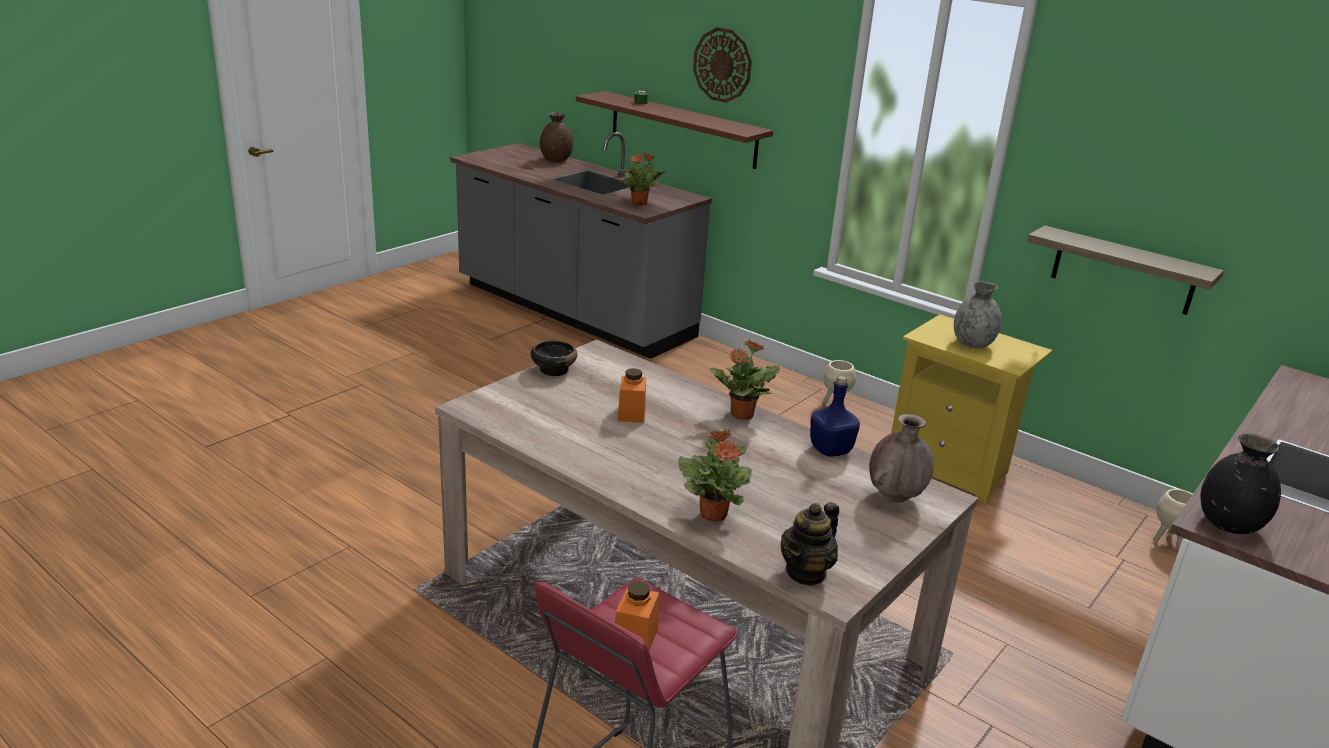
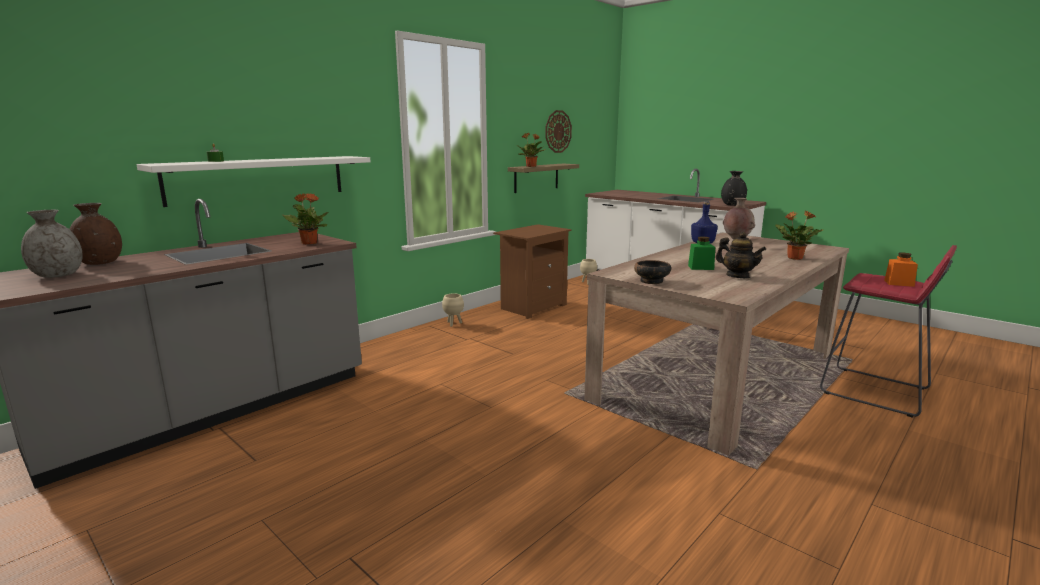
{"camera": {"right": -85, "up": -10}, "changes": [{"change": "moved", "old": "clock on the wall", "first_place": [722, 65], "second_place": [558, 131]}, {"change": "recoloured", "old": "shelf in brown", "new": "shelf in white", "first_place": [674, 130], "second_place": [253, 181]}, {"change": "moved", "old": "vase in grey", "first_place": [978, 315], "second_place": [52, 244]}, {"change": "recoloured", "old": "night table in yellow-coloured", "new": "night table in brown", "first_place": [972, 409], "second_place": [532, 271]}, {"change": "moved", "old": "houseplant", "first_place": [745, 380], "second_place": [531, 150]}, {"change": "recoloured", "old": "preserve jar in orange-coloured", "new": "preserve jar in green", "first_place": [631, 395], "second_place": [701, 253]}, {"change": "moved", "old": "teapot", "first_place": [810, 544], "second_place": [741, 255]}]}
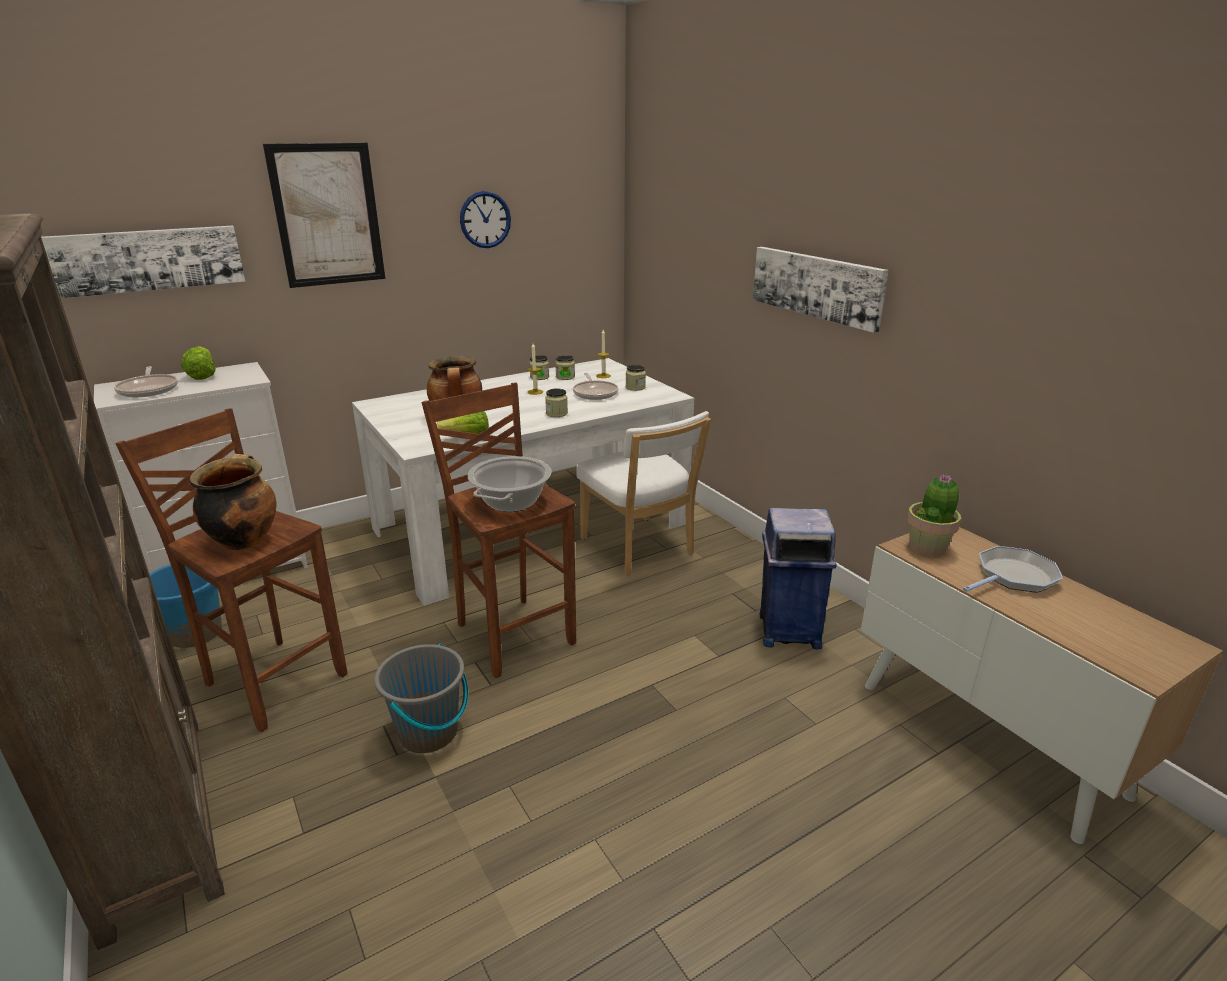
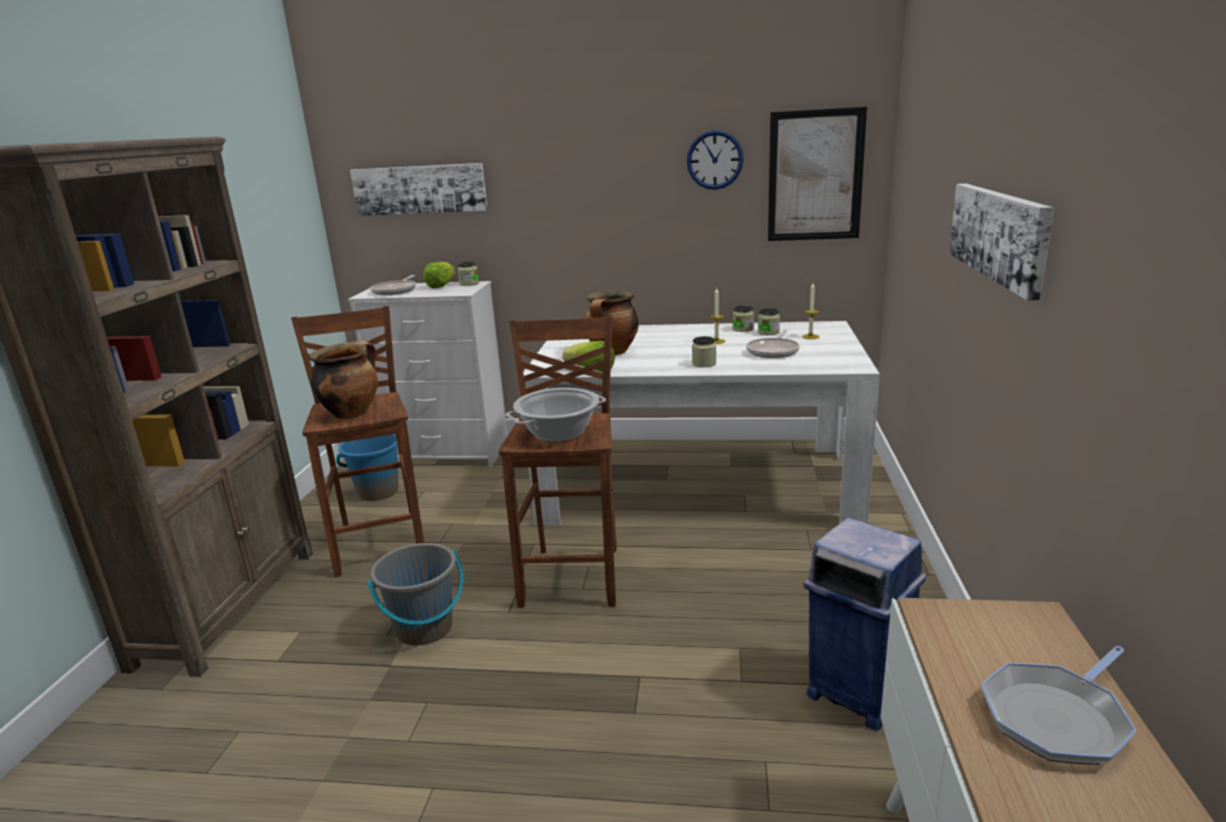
{"camera": {"right": 40, "up": -5}, "changes": [{"change": "moved", "old": "picture", "first_place": [324, 215], "second_place": [817, 174]}, {"change": "moved", "old": "preserve jar", "first_place": [636, 378], "second_place": [468, 274]}, {"change": "removed", "old": "chair in white", "first_place": [643, 493]}, {"change": "removed", "old": "houseplant", "first_place": [934, 515]}, {"change": "turned", "old": "skillet", "first_place": [1013, 569], "second_place": [1059, 705], "degrees": 135}]}
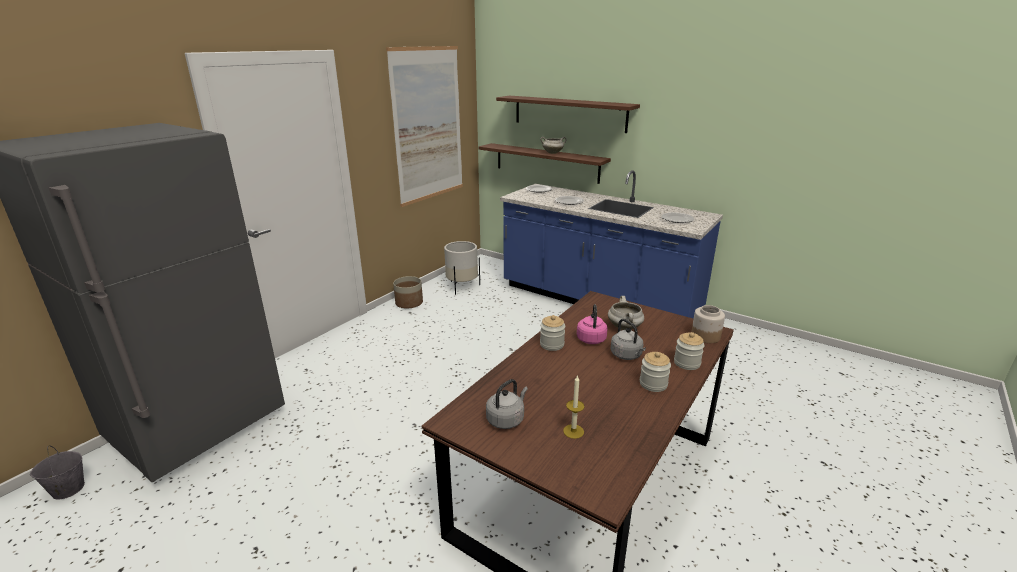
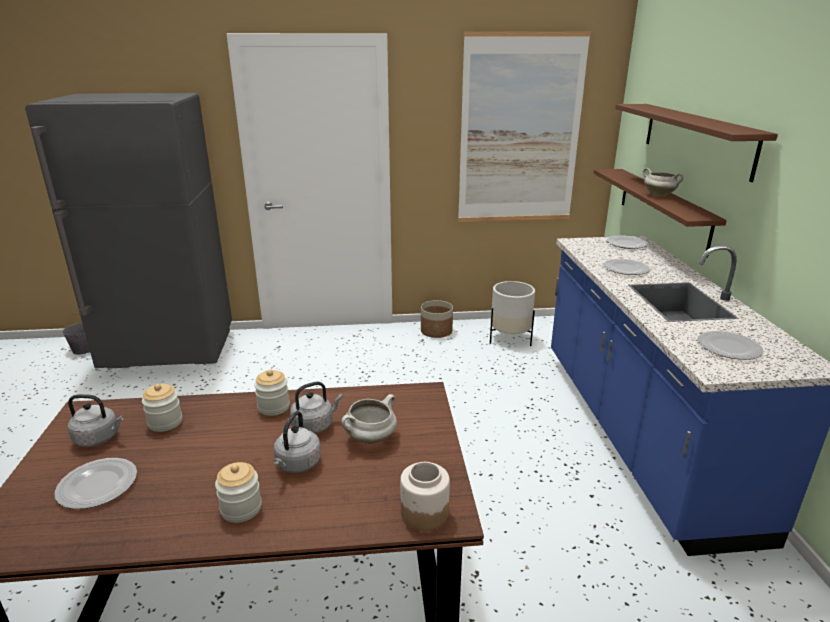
{"camera": {"right": 50, "up": 0}, "changes": [{"change": "recoloured", "old": "water kettle in pink-coloured", "new": "water kettle in grey", "first_place": [592, 324], "second_place": [316, 408]}, {"change": "moved", "old": "preserve jar", "first_place": [689, 351], "second_place": [162, 408]}, {"change": "replaced", "old": "wax candle", "new": "dinner plate", "first_place": [574, 407], "second_place": [95, 483]}]}
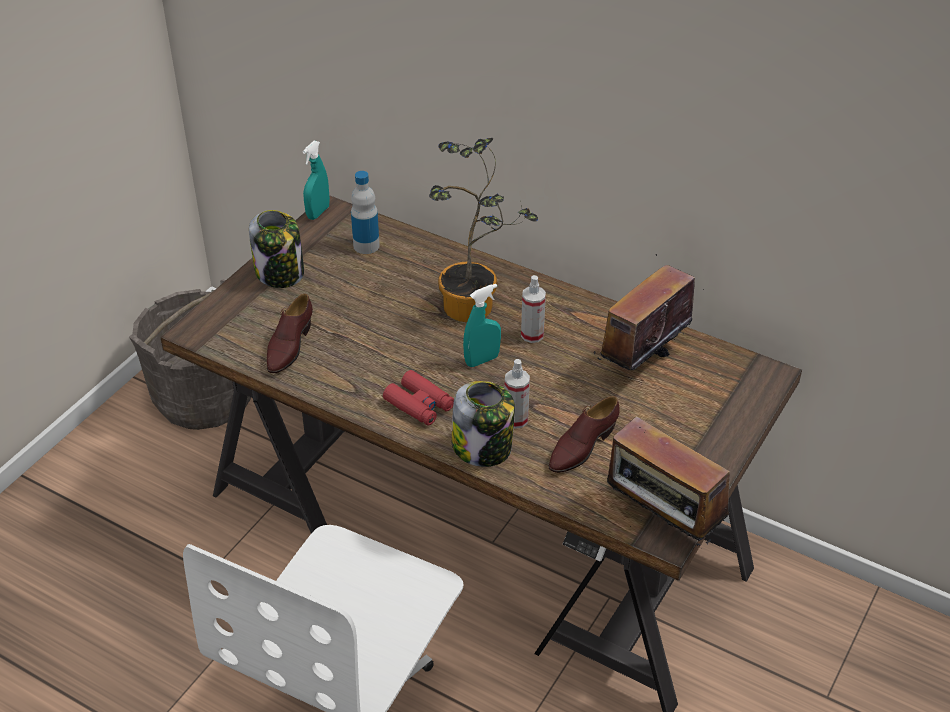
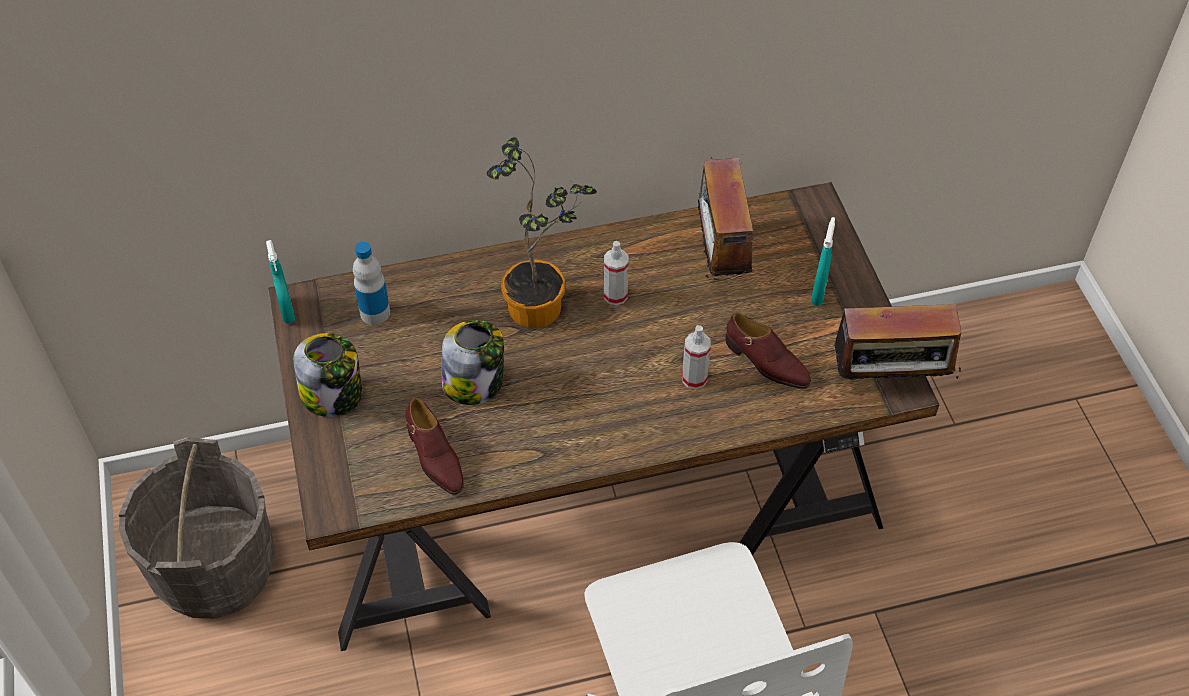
{"camera": {"right": -45, "up": 10}, "changes": [{"change": "moved", "old": "sprayer in blue-green", "first_place": [482, 325], "second_place": [823, 261]}, {"change": "removed", "old": "binoculars in red-coloured", "first_place": [418, 398]}, {"change": "moved", "old": "preserve jar", "first_place": [483, 424], "second_place": [473, 362]}, {"change": "turned", "old": "item of footwear in brown", "first_place": [584, 434], "second_place": [768, 351], "degrees": -45}]}
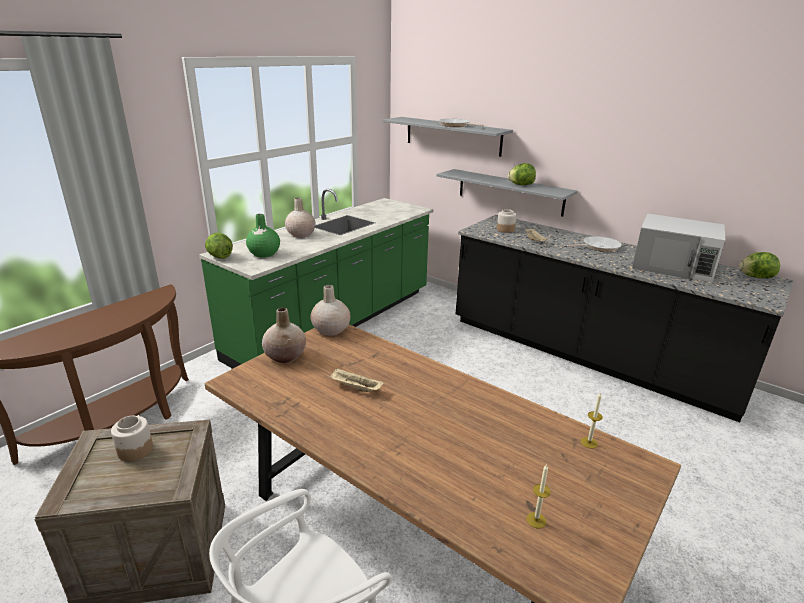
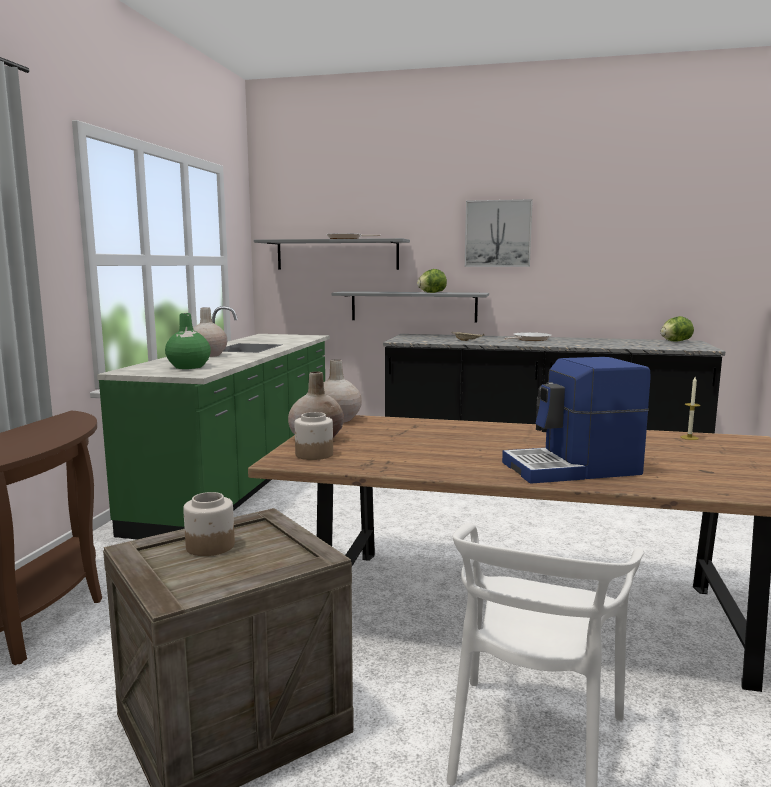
{"camera": {"right": -25, "up": -15}, "changes": [{"change": "moved", "old": "preserve jar", "first_place": [507, 221], "second_place": [314, 436]}, {"change": "removed", "old": "microwave oven in white", "first_place": [678, 247]}, {"change": "removed", "old": "head of lettuce", "first_place": [219, 246]}, {"change": "removed", "old": "serving tray in beige", "first_place": [356, 380]}, {"change": "removed", "old": "wax candle", "first_place": [538, 496]}, {"change": "added", "new": "picture", "second_place": [499, 233]}, {"change": "added", "new": "coffee maker", "second_place": [576, 420]}]}
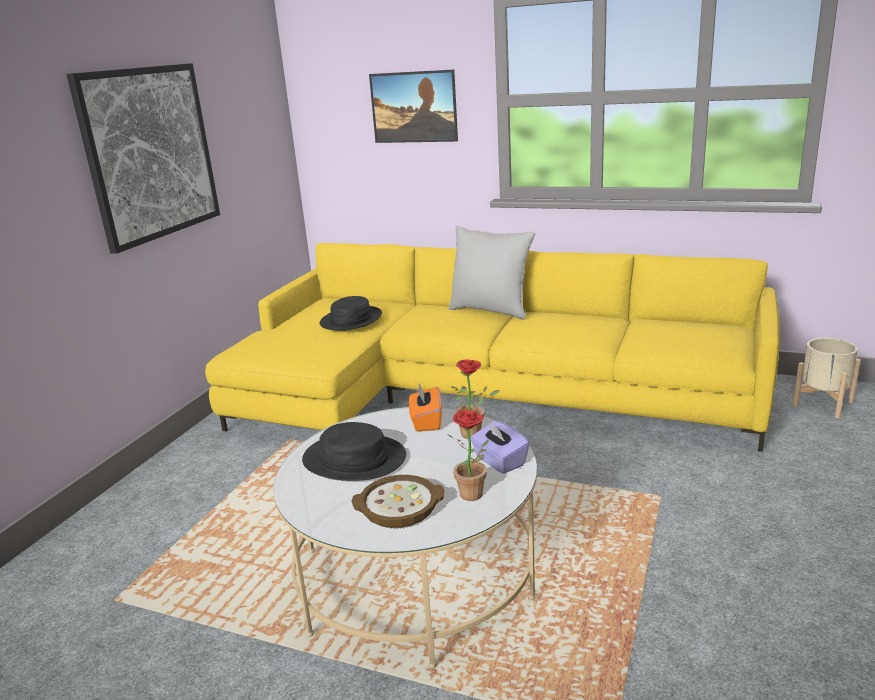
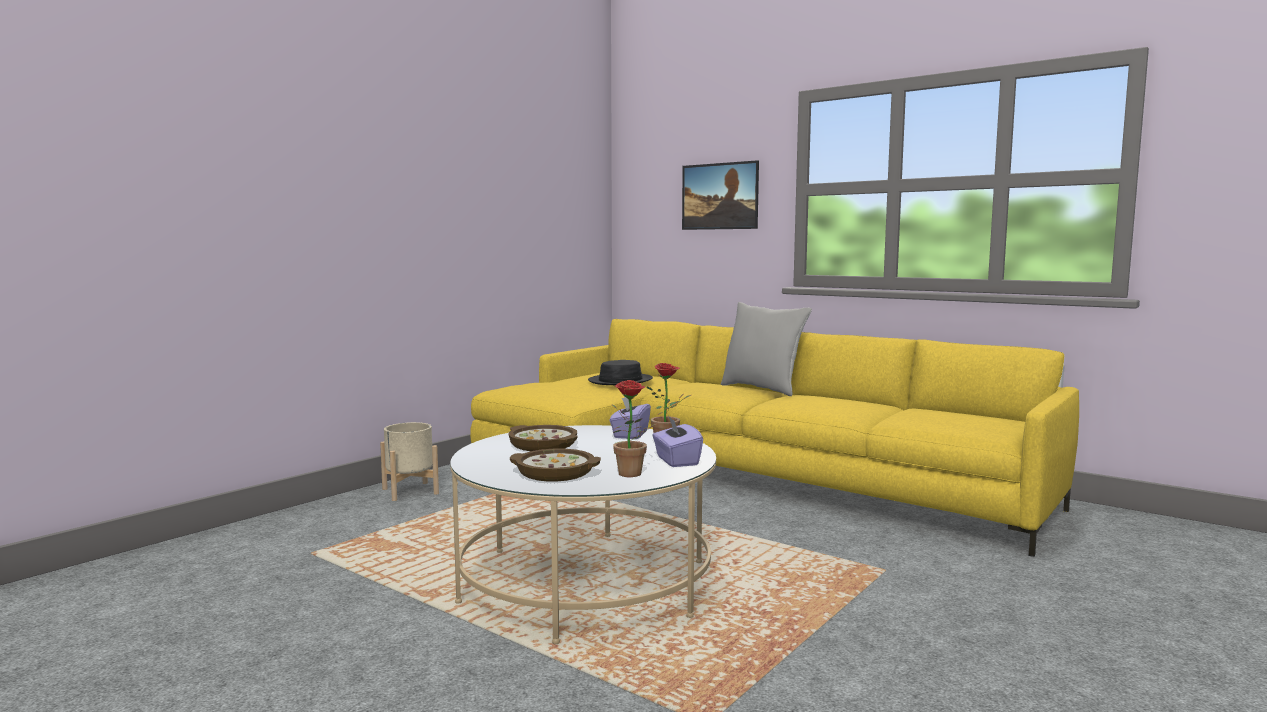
{"camera": {"right": 15, "up": -15}, "changes": [{"change": "removed", "old": "picture", "first_place": [143, 158]}, {"change": "moved", "old": "planter in beige", "first_place": [827, 378], "second_place": [409, 461]}, {"change": "recoloured", "old": "tissue box in orange-coloured", "new": "tissue box in purple-coloured", "first_place": [425, 407], "second_place": [630, 418]}, {"change": "replaced", "old": "hat in black", "new": "bowl", "first_place": [354, 451], "second_place": [543, 438]}]}
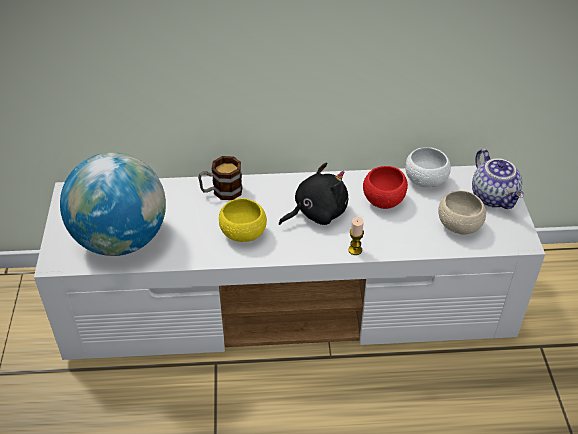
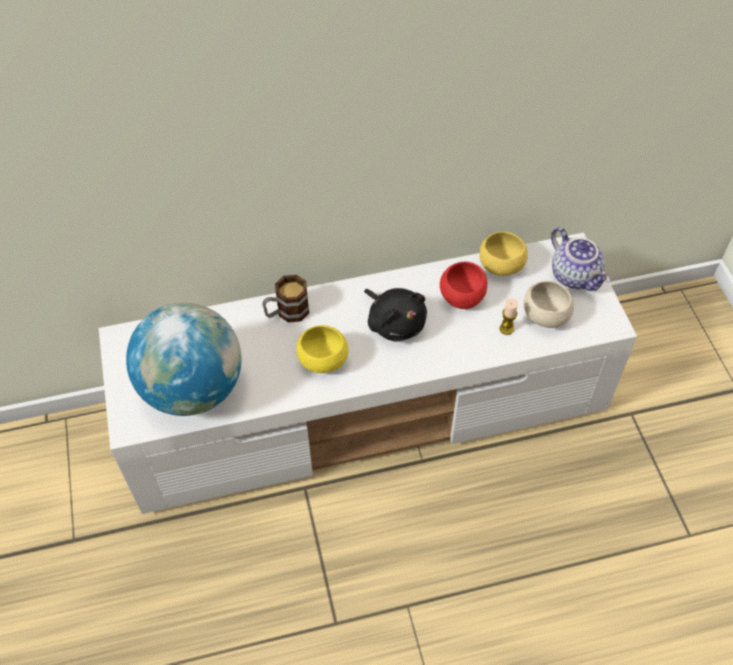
{"camera": {"right": -10, "up": 10}, "changes": [{"change": "recoloured", "old": "bowl in white", "new": "bowl in yellow-coloured", "first_place": [428, 167], "second_place": [504, 254]}, {"change": "turned", "old": "cuddly toy in black", "first_place": [313, 193], "second_place": [395, 315], "degrees": 90}, {"change": "moved", "old": "wax candle", "first_place": [356, 236], "second_place": [509, 316]}]}
